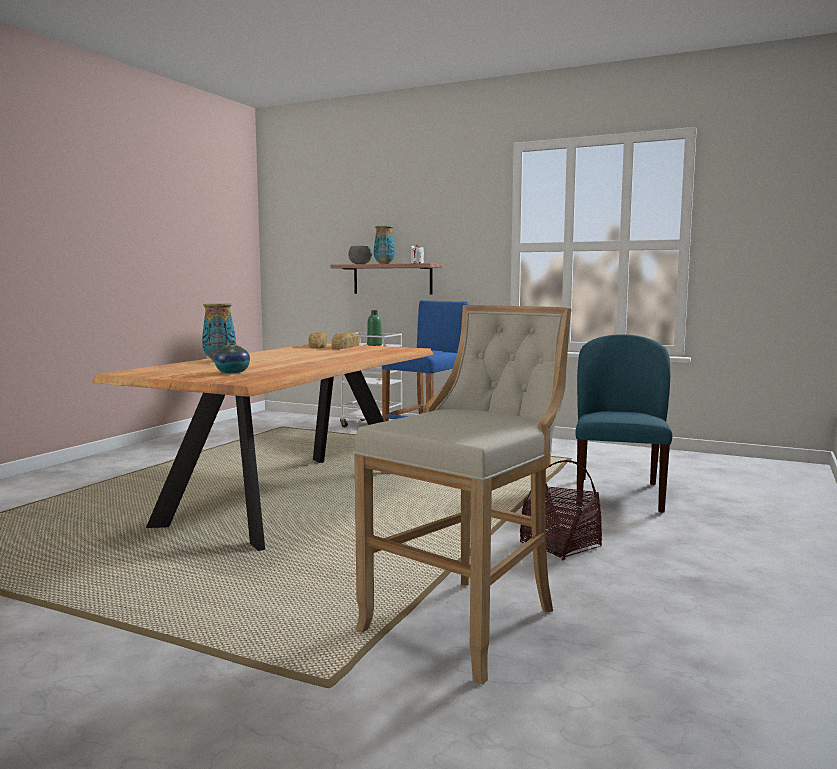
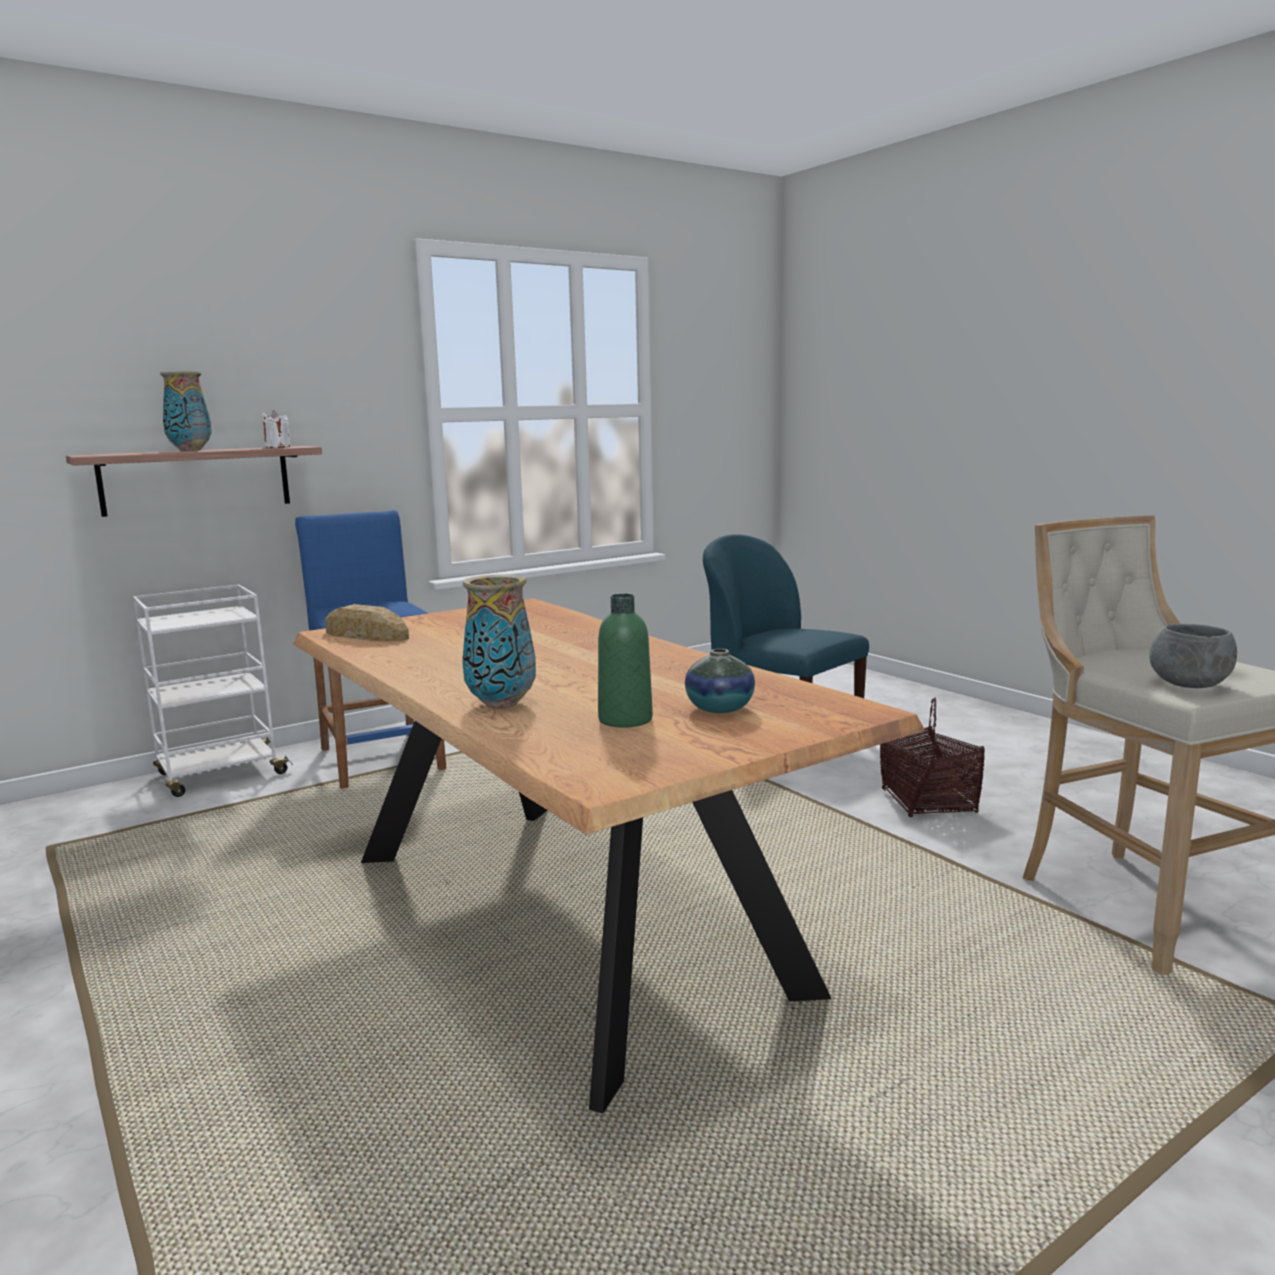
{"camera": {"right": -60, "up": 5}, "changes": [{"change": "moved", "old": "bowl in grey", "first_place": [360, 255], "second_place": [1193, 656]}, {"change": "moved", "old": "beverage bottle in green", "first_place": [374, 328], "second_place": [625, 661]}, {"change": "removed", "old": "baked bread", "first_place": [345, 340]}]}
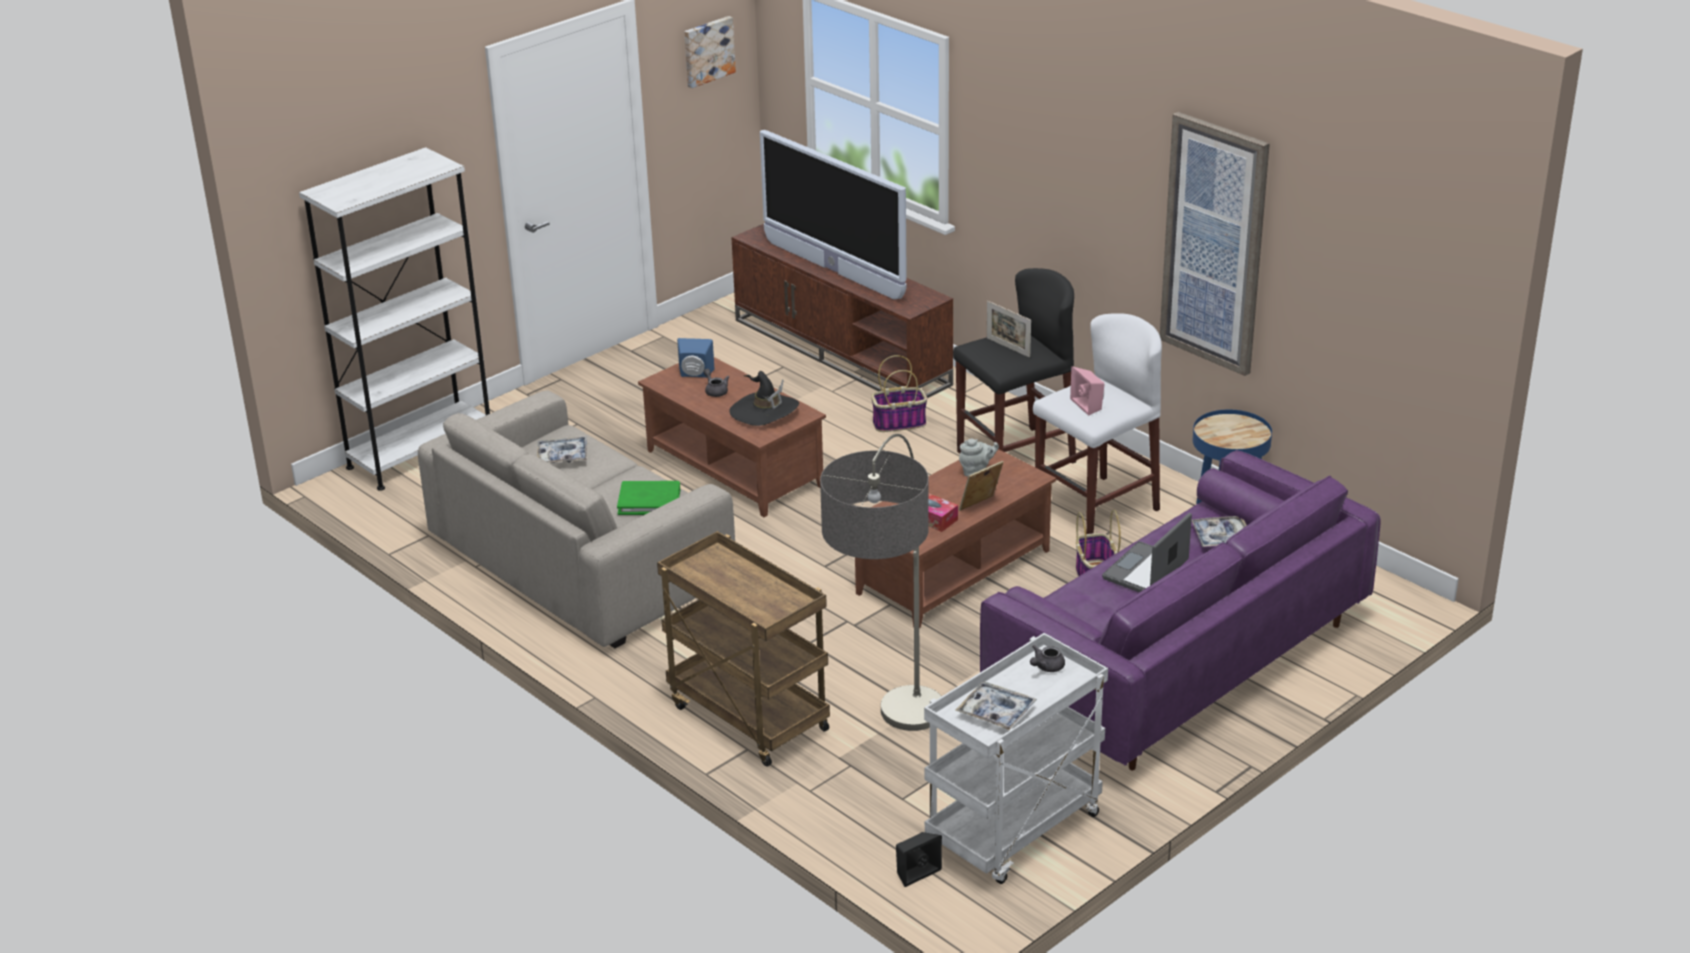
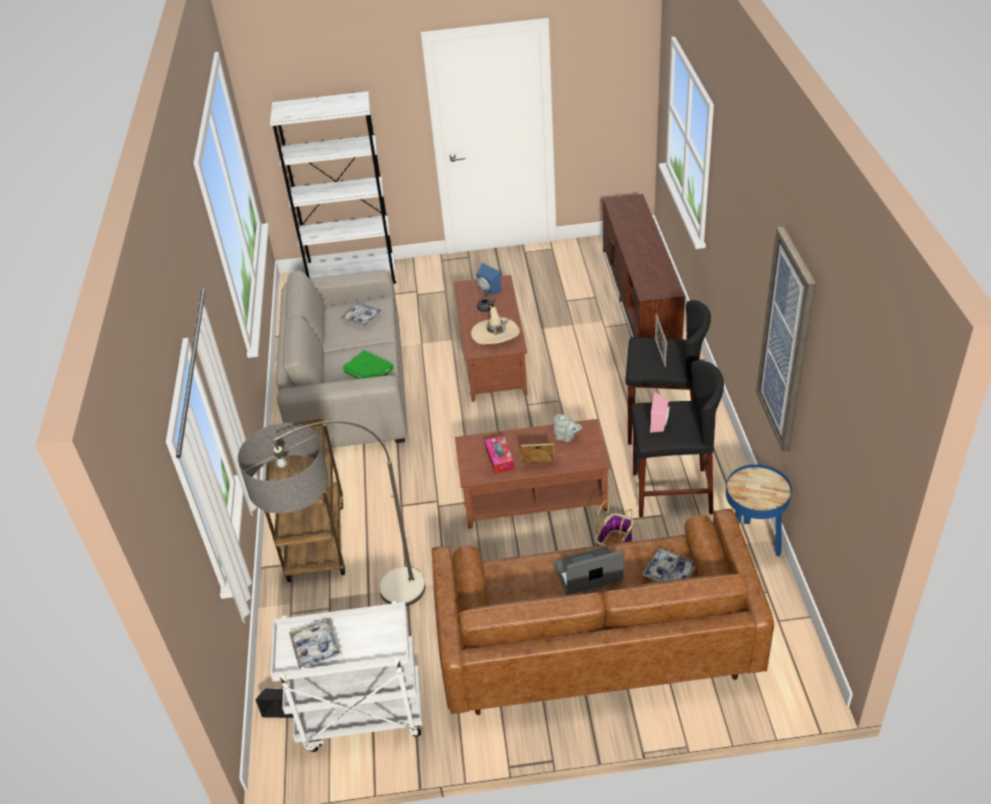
{"camera": {"right": 40, "up": 10}, "changes": [{"change": "removed", "old": "picture", "first_place": [710, 52]}, {"change": "removed", "old": "television", "first_place": [833, 214]}, {"change": "recoloured", "old": "stool in white", "new": "stool in black", "first_place": [1097, 423], "second_place": [677, 438]}, {"change": "removed", "old": "basket", "first_place": [899, 393]}, {"change": "recoloured", "old": "hat in black", "new": "hat in beige", "first_place": [764, 398], "second_place": [495, 325]}, {"change": "recoloured", "old": "sofa in purple-coloured", "new": "sofa in brown", "first_place": [1180, 610], "second_place": [603, 612]}, {"change": "removed", "old": "teapot in grey", "first_place": [1047, 658]}]}
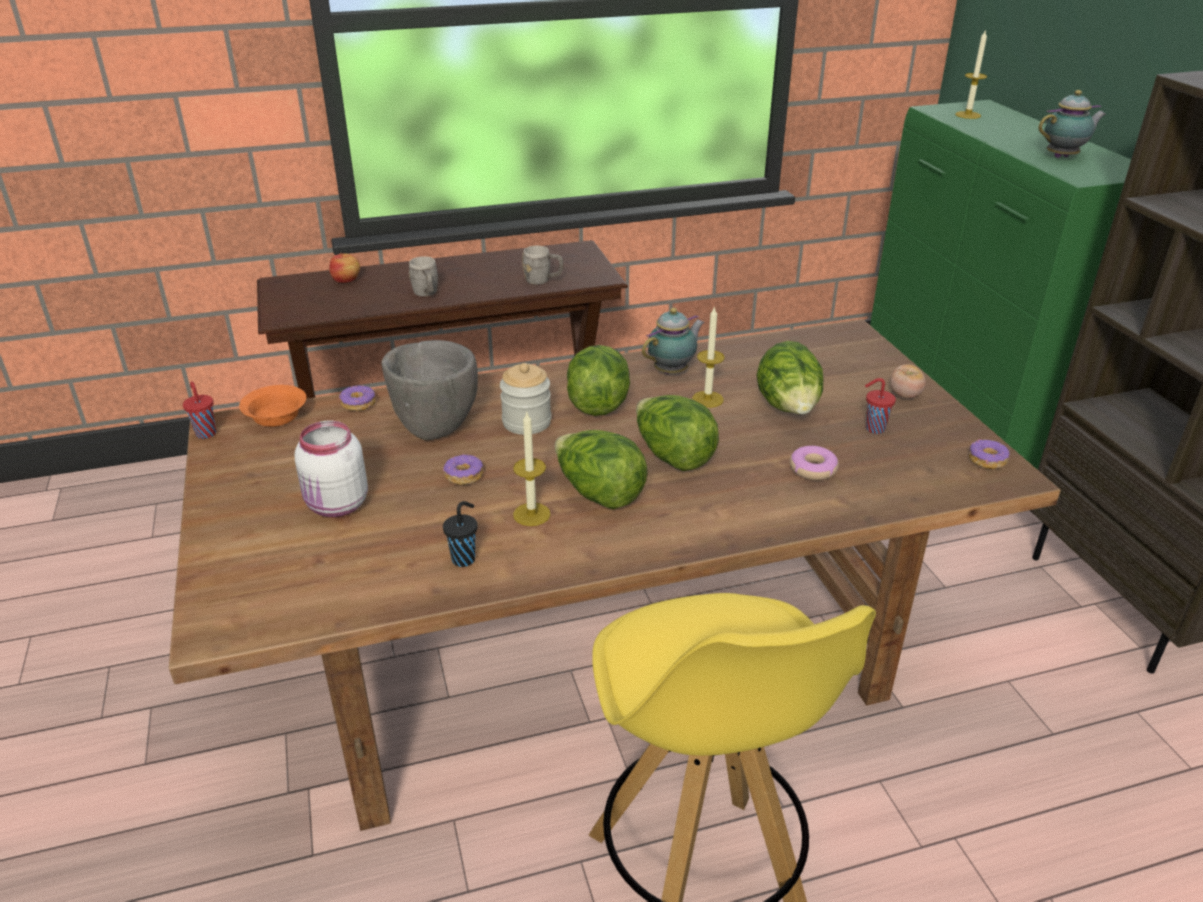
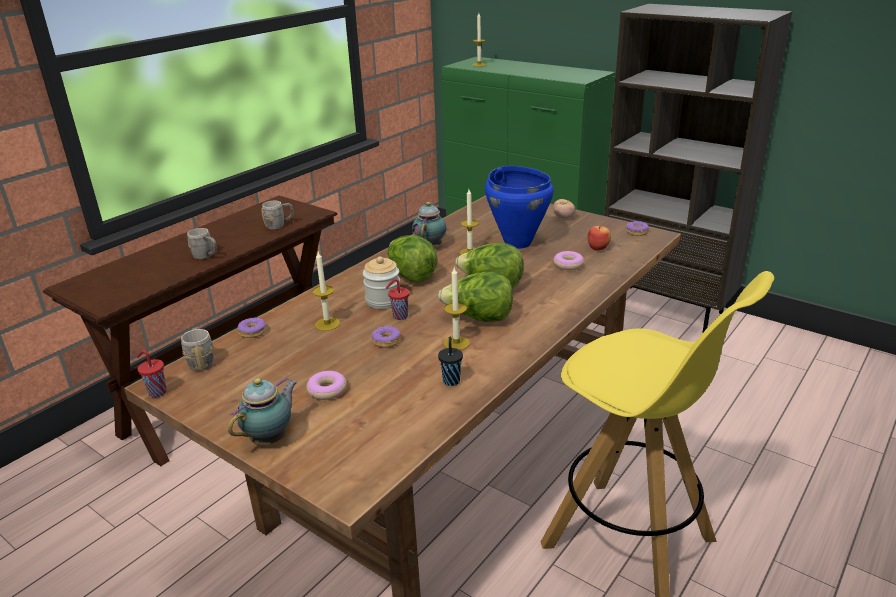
{"camera": {"right": -35, "up": -5}, "changes": [{"change": "moved", "old": "teapot", "first_place": [1072, 124], "second_place": [262, 411]}, {"change": "moved", "old": "apple fruit", "first_place": [344, 268], "second_place": [599, 238]}, {"change": "replaced", "old": "bowl in grey", "new": "wax candle", "first_place": [430, 390], "second_place": [326, 291]}, {"change": "replaced", "old": "head of lettuce", "new": "saucepot in blue", "first_place": [790, 377], "second_place": [519, 207]}, {"change": "moved", "old": "small cup in red-coloured", "first_place": [880, 406], "second_place": [398, 299]}, {"change": "replaced", "old": "bowl in orange-coloured", "new": "mug in grey", "first_place": [272, 406], "second_place": [197, 349]}, {"change": "replaced", "old": "preserve jar in white", "new": "doughnut", "first_place": [331, 469], "second_place": [327, 385]}]}
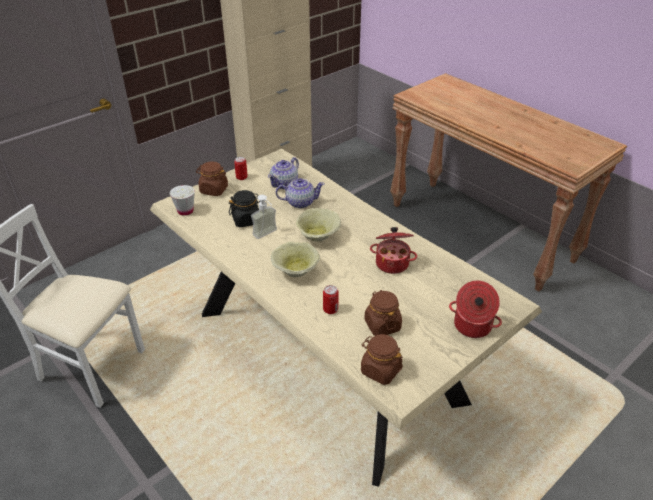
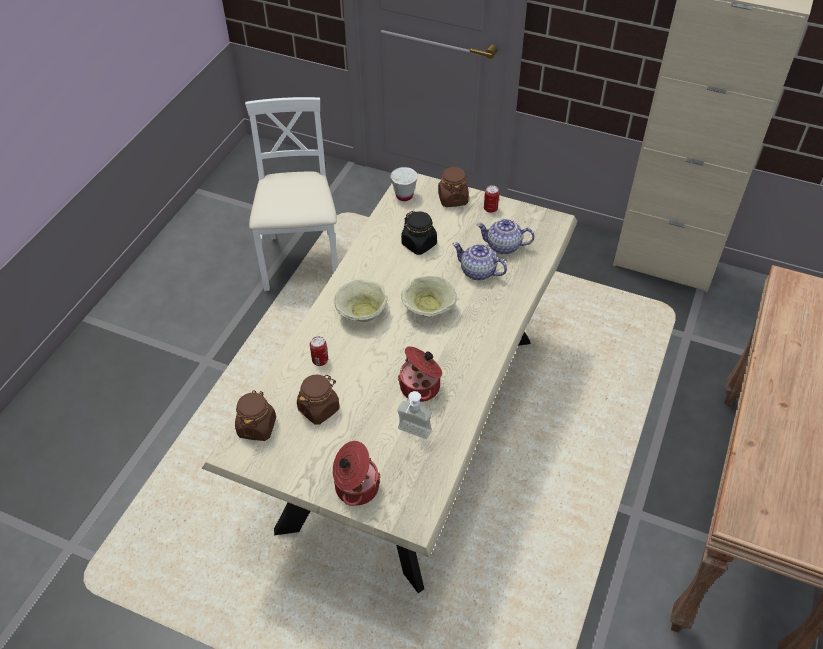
{"camera": {"right": 65, "up": 10}, "changes": [{"change": "turned", "old": "teapot", "first_place": [300, 193], "second_place": [480, 261], "degrees": 150}, {"change": "moved", "old": "soap dispenser", "first_place": [264, 217], "second_place": [415, 415]}]}
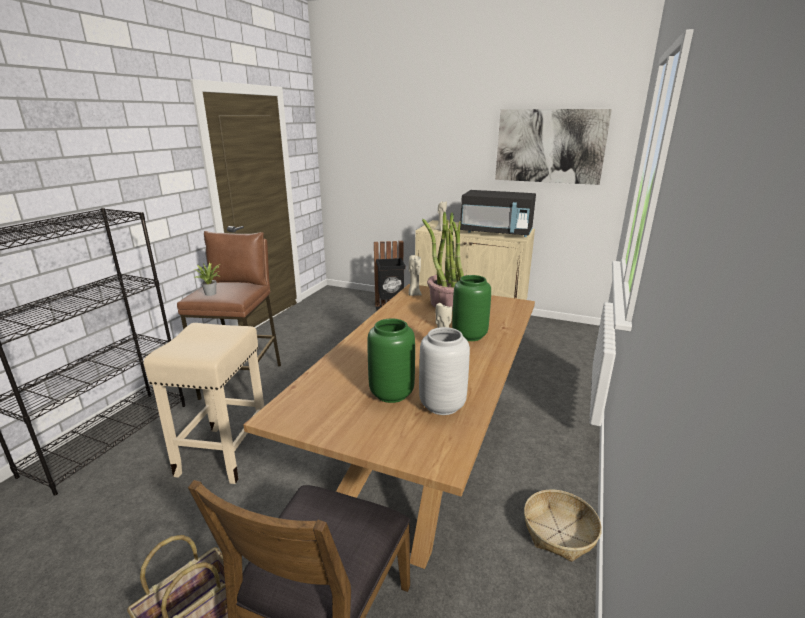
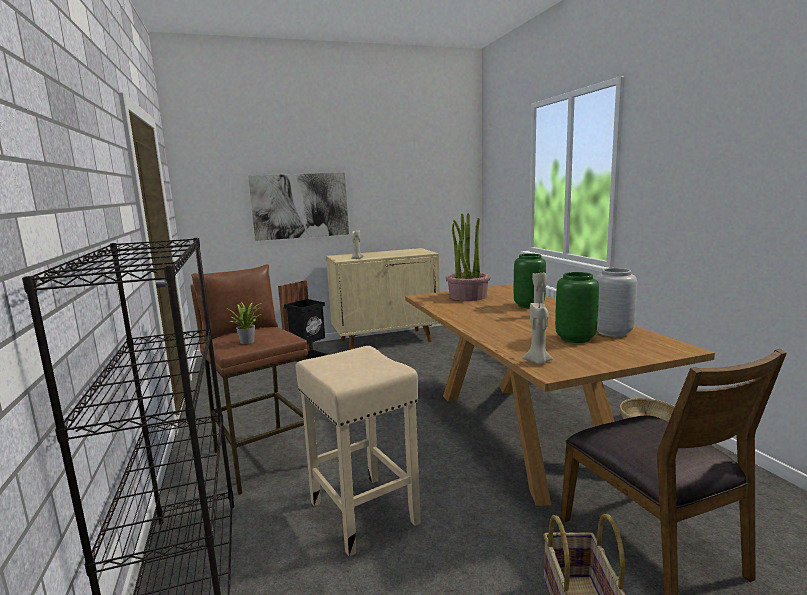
{"camera": {"right": -40, "up": -10}, "changes": [{"change": "moved", "old": "picture", "first_place": [553, 147], "second_place": [298, 207]}, {"change": "removed", "old": "microwave oven in black", "first_place": [498, 213]}, {"change": "moved", "old": "wax candle in beige", "first_place": [415, 275], "second_place": [538, 333]}]}
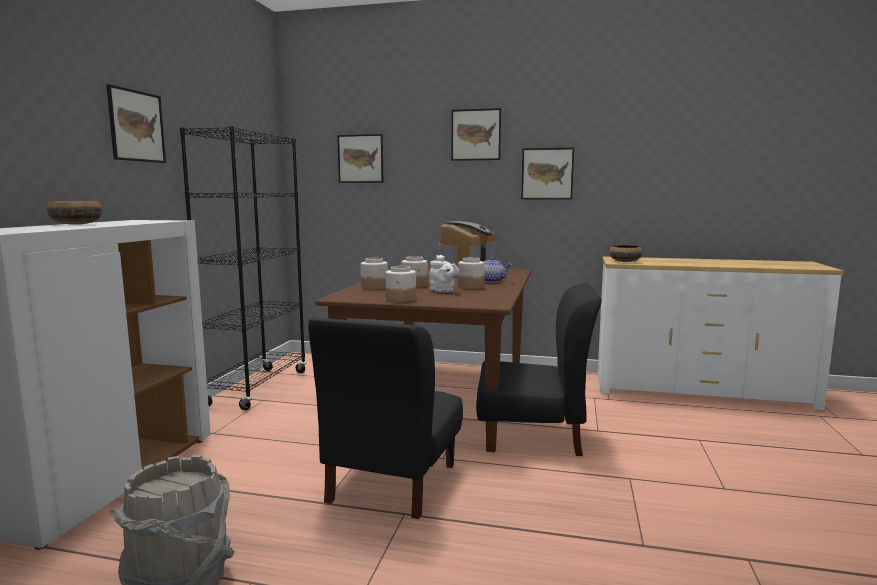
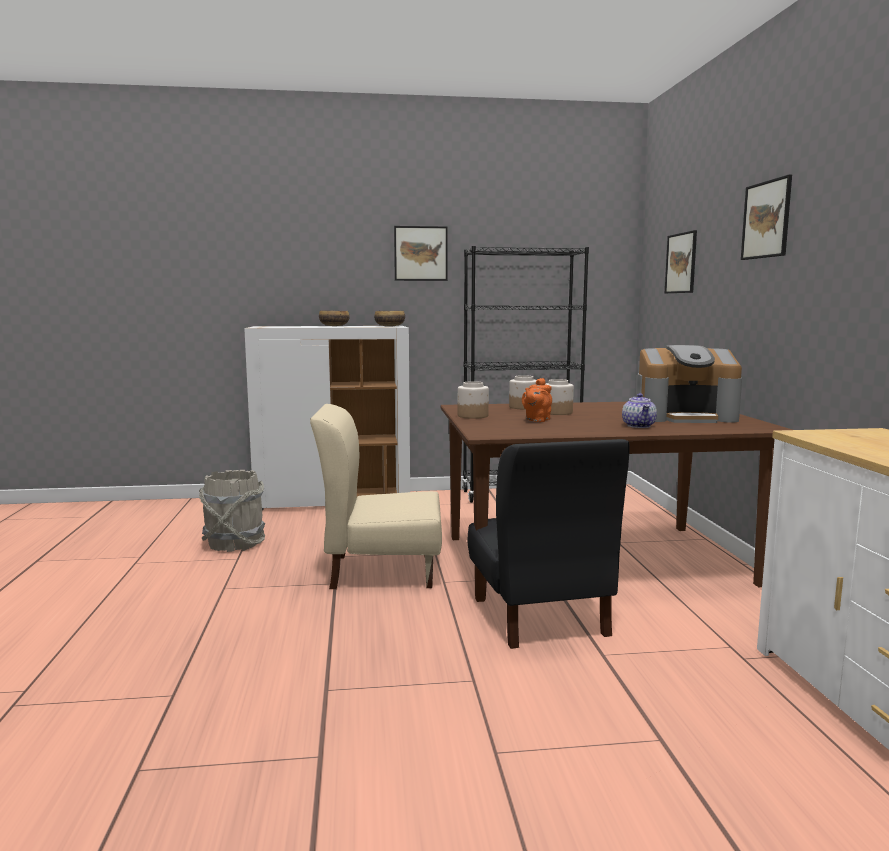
{"camera": {"right": 70, "up": 0}, "changes": [{"change": "removed", "old": "picture", "first_place": [547, 173]}, {"change": "moved", "old": "bowl", "first_place": [626, 253], "second_place": [389, 319]}, {"change": "recoloured", "old": "teapot in white", "new": "teapot in orange-coloured", "first_place": [444, 273], "second_place": [537, 400]}, {"change": "removed", "old": "preserve jar", "first_place": [471, 273]}, {"change": "recoloured", "old": "chair in black", "new": "chair in beige", "first_place": [385, 418], "second_place": [376, 496]}]}
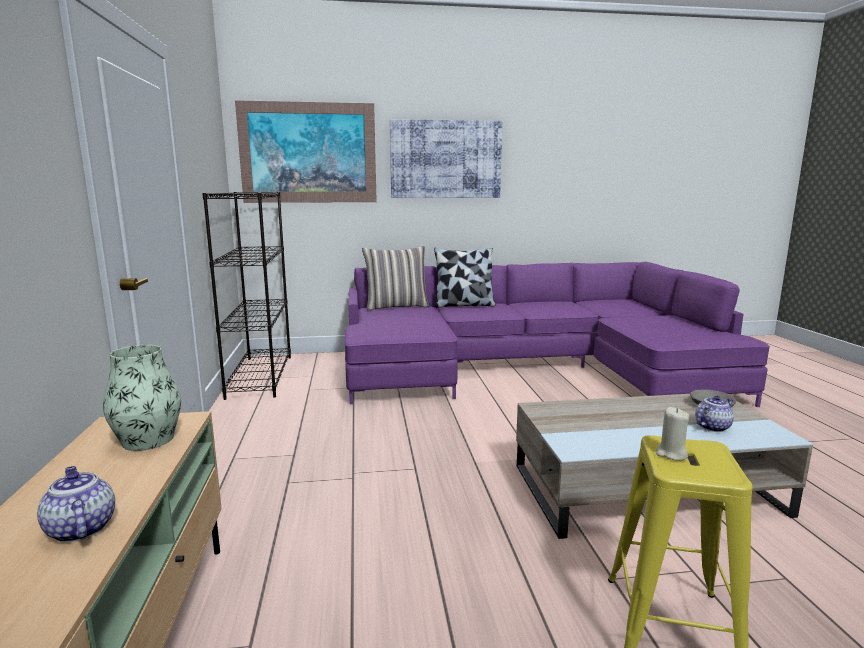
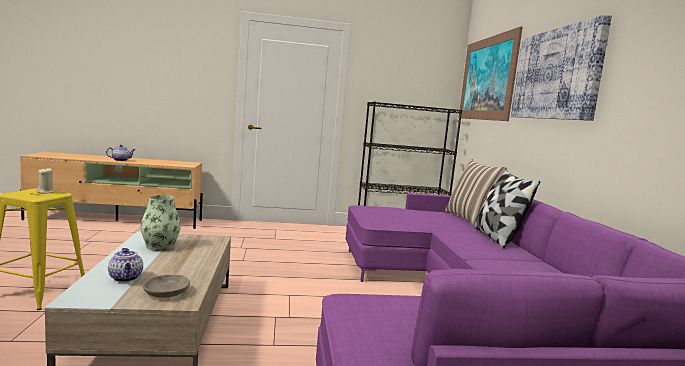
{"camera": {"right": 90, "up": -5}, "changes": [{"change": "moved", "old": "vase", "first_place": [142, 398], "second_place": [160, 223]}]}
